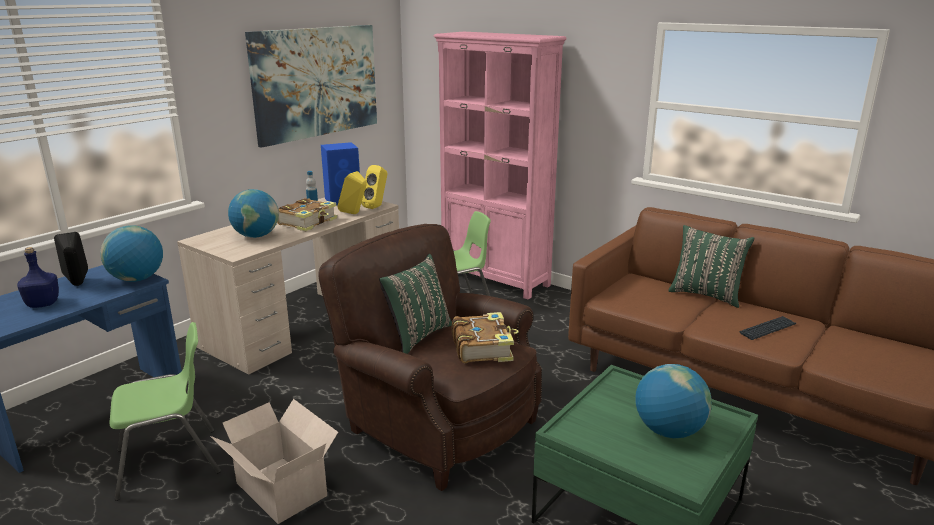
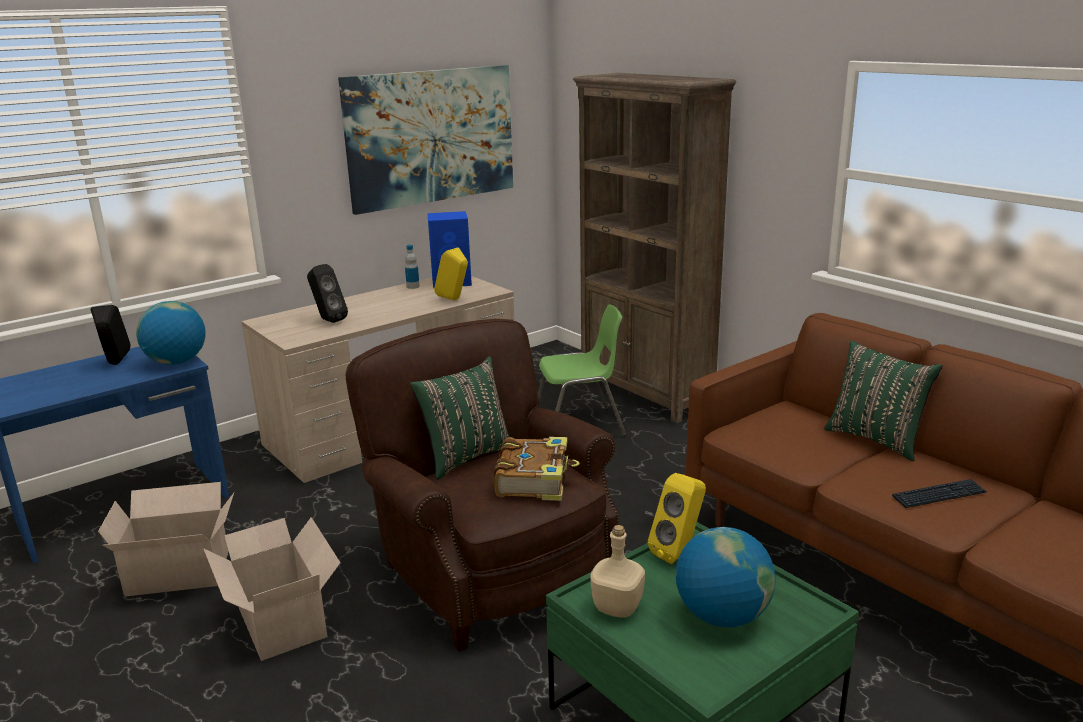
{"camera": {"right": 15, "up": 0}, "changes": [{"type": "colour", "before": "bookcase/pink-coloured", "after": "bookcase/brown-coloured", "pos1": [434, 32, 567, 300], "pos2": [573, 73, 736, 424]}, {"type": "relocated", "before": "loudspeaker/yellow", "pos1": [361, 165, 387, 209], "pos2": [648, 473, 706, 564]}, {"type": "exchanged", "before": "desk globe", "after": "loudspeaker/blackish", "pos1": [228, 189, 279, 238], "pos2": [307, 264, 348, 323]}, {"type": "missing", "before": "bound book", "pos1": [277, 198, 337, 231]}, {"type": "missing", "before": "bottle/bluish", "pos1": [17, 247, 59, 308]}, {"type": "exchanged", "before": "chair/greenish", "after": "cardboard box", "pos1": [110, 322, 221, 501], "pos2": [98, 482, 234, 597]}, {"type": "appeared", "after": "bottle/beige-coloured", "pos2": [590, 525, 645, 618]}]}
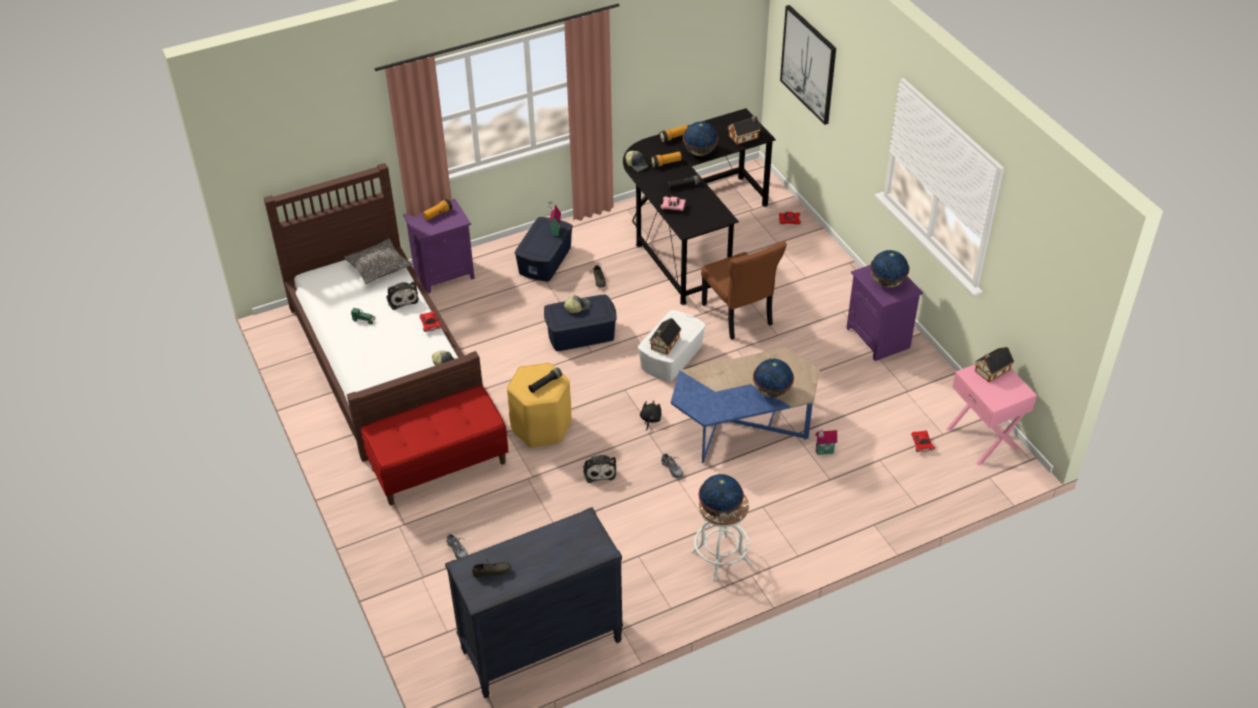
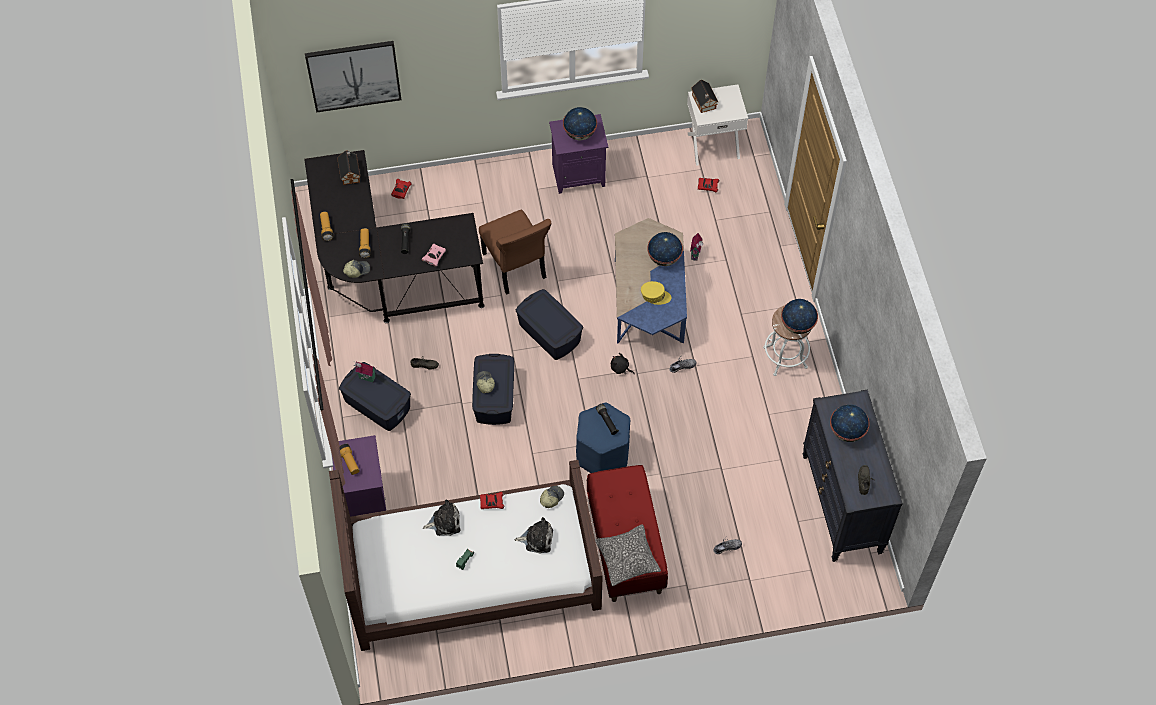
{"camera": {"right": -75, "up": 15}, "changes": [{"type": "relocated", "before": "desk globe", "pos1": [683, 122, 718, 156], "pos2": [830, 405, 869, 442]}, {"type": "relocated", "before": "cushion", "pos1": [344, 239, 412, 284], "pos2": [595, 525, 661, 586]}, {"type": "spun", "before": "chair/brown-coloured", "pos1": [701, 241, 787, 340], "pos2": [479, 209, 551, 295], "turn": 75}, {"type": "colour", "before": "storage box/white", "after": "storage box/bluish", "pos1": [638, 310, 706, 382], "pos2": [516, 289, 583, 360]}, {"type": "missing", "before": "model house", "pos1": [649, 318, 681, 355]}, {"type": "colour", "before": "stool/yellow", "after": "stool/bluish", "pos1": [507, 363, 571, 447], "pos2": [576, 403, 630, 473]}, {"type": "colour", "before": "nightstand/pink-coloured", "after": "nightstand/white", "pos1": [946, 364, 1037, 465], "pos2": [687, 84, 748, 166]}, {"type": "relocated", "before": "soft toy", "pos1": [583, 454, 616, 483], "pos2": [515, 517, 553, 554]}, {"type": "appeared", "after": "cap/yellow", "pos2": [641, 281, 672, 305]}]}
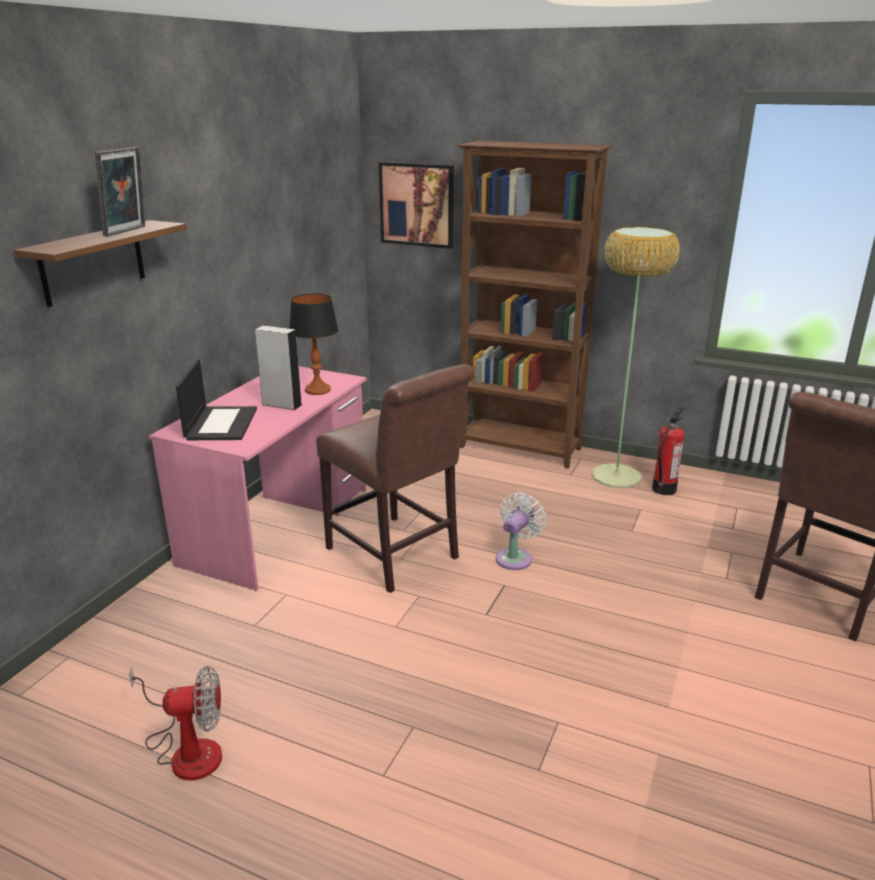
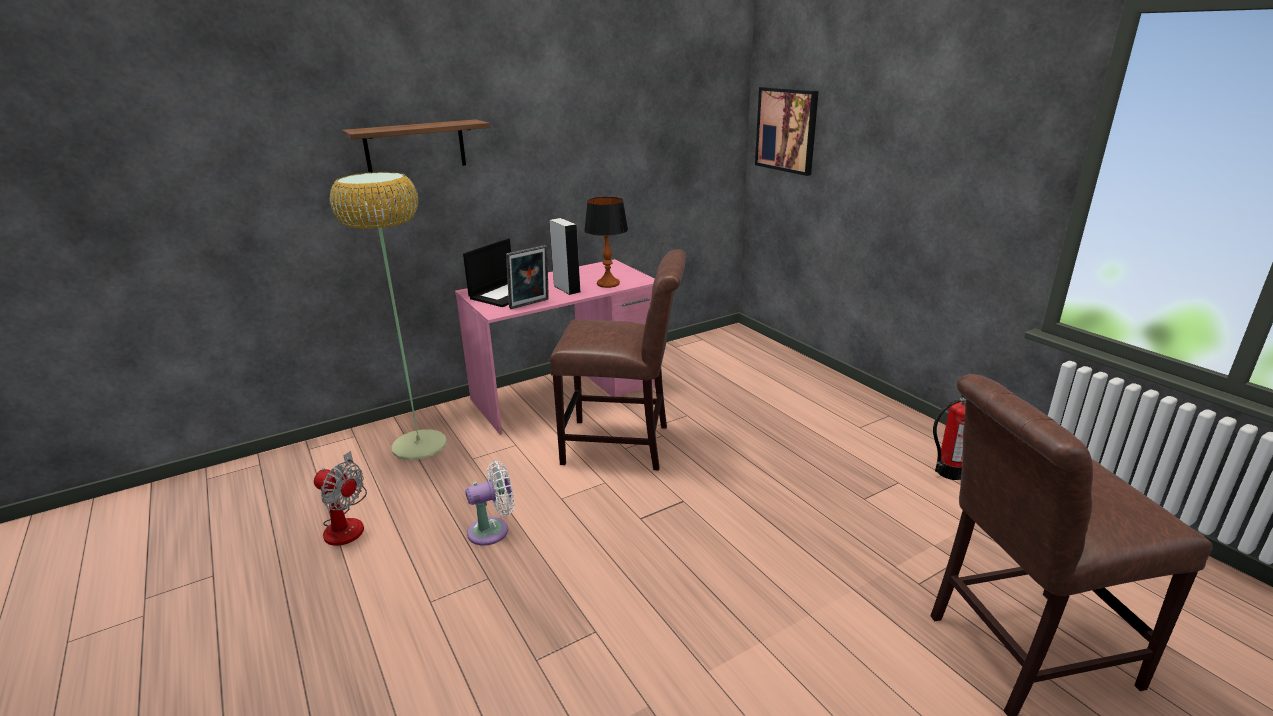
{"camera": {"right": 35, "up": 0}, "changes": [{"type": "missing", "before": "bookcase/brown-coloured", "pos1": [457, 141, 612, 469]}, {"type": "relocated", "before": "picture frame", "pos1": [95, 147, 145, 237], "pos2": [506, 245, 549, 309]}, {"type": "relocated", "before": "standard lamp", "pos1": [592, 226, 680, 488], "pos2": [330, 171, 447, 460]}, {"type": "spun", "before": "chair/brown-coloured", "pos1": [316, 364, 475, 593], "pos2": [550, 249, 686, 470], "turn": -75}, {"type": "relocated", "before": "electric fan/white", "pos1": [496, 492, 546, 570], "pos2": [465, 461, 514, 546]}]}
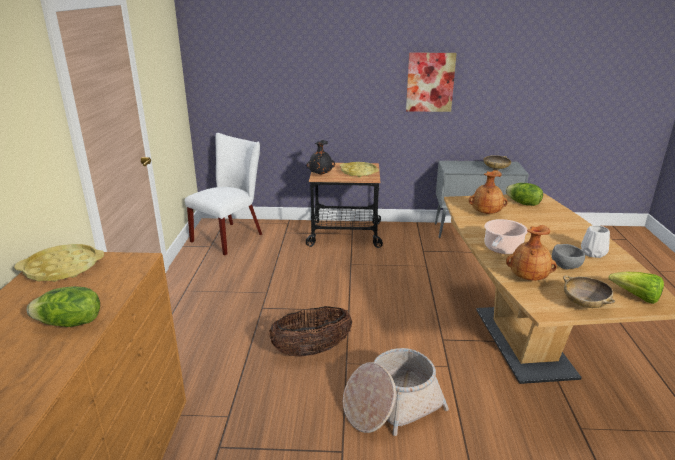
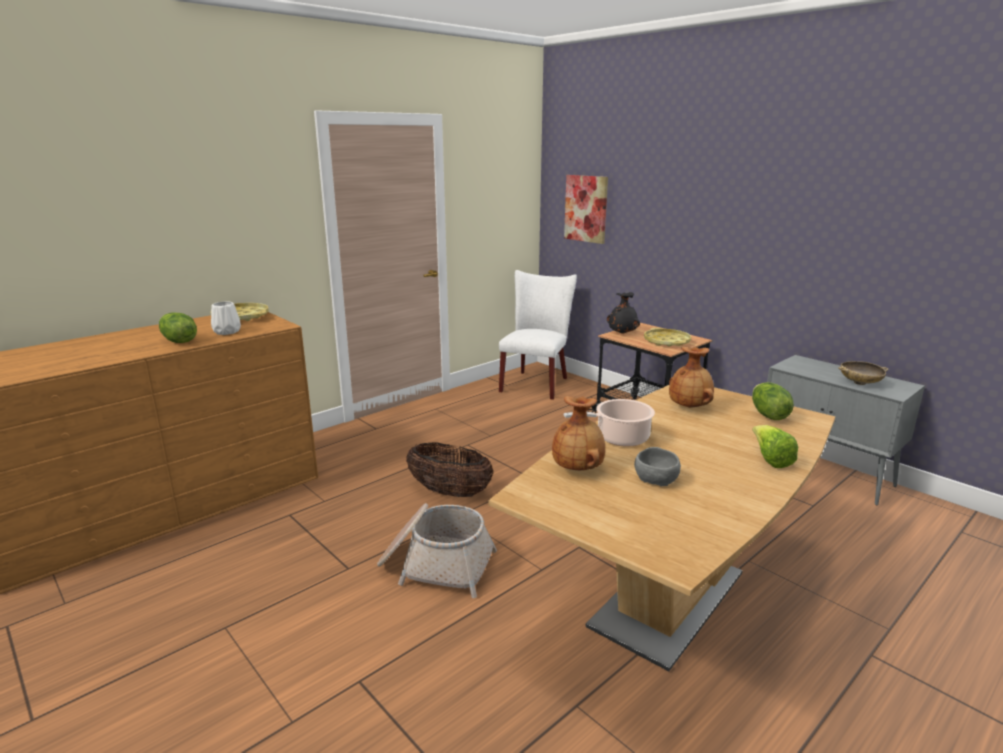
{"camera": {"right": 45, "up": -5}, "changes": [{"type": "relocated", "before": "wall art", "pos1": [406, 53, 457, 112], "pos2": [564, 175, 608, 244]}, {"type": "spun", "before": "chair/white", "pos1": [185, 133, 262, 255], "pos2": [499, 270, 577, 400], "turn": -60}, {"type": "relocated", "before": "flower vase/white", "pos1": [581, 225, 610, 258], "pos2": [211, 301, 241, 335]}, {"type": "relocated", "before": "lettuce head", "pos1": [608, 272, 664, 304], "pos2": [752, 425, 798, 468]}, {"type": "missing", "before": "serving bowl/beige-coloured", "pos1": [563, 275, 615, 308]}]}
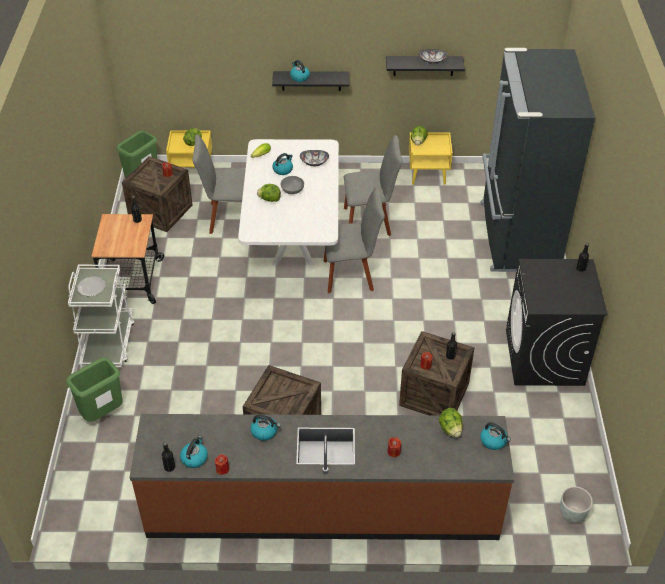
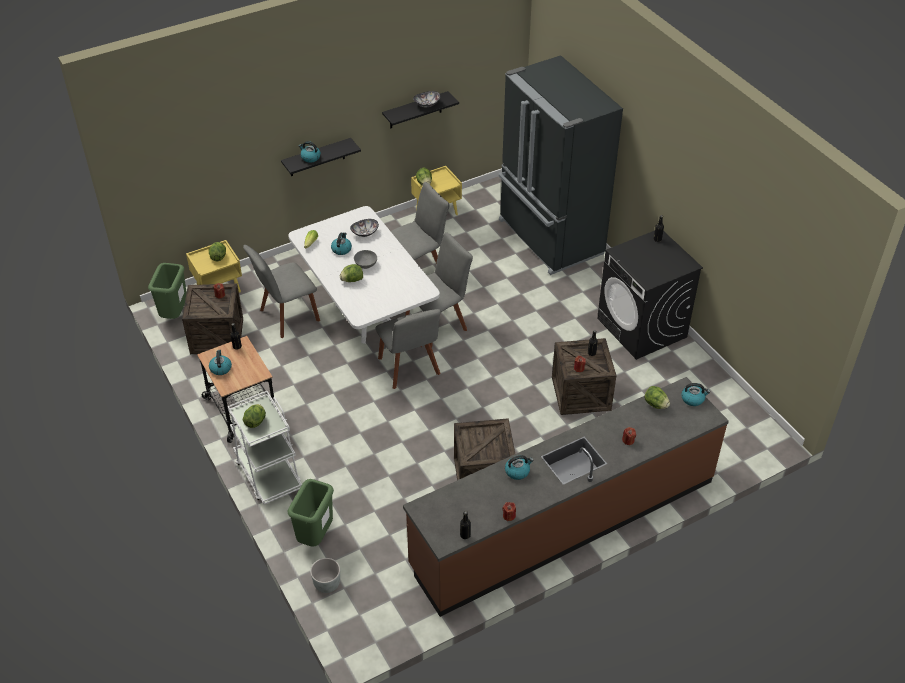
{"camera": {"right": -30, "up": 0}, "changes": [{"type": "exchanged", "before": "flat dish", "after": "lettuce head", "pos1": [77, 276, 106, 296], "pos2": [243, 404, 266, 428]}, {"type": "relocated", "before": "kettle", "pos1": [180, 436, 208, 468], "pos2": [209, 350, 232, 375]}, {"type": "relocated", "before": "plant pot/gray", "pos1": [560, 486, 593, 523], "pos2": [310, 558, 340, 593]}, {"type": "appeared", "after": "chair/gray", "pos2": [375, 309, 441, 389]}]}
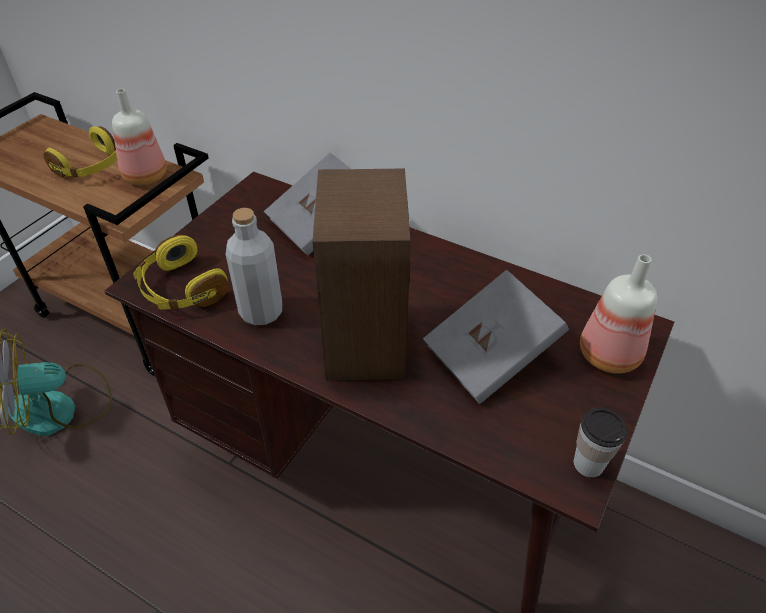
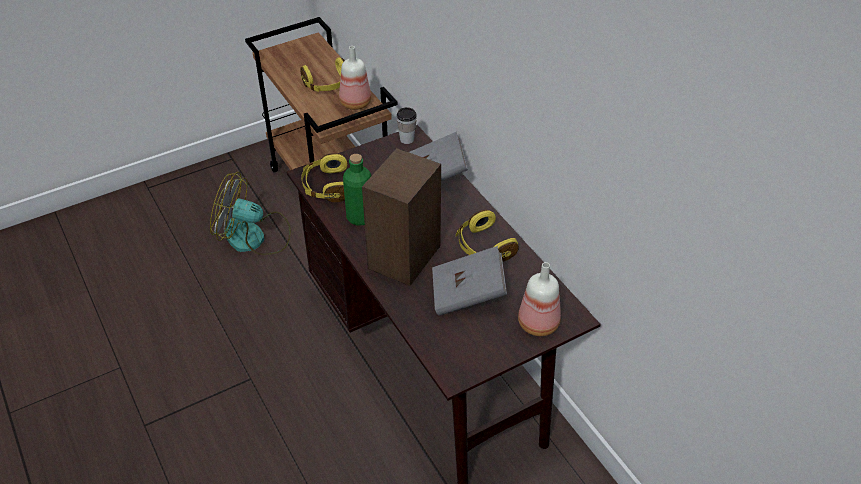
{"camera": {"right": 30, "up": 0}, "changes": [{"type": "colour", "before": "bottle/gray", "after": "bottle/greenish", "pos1": [226, 208, 282, 325], "pos2": [343, 154, 371, 226]}, {"type": "relocated", "before": "small cup", "pos1": [574, 408, 627, 478], "pos2": [397, 107, 417, 144]}, {"type": "appeared", "after": "pair of headphones/yellow", "pos2": [456, 210, 519, 262]}]}
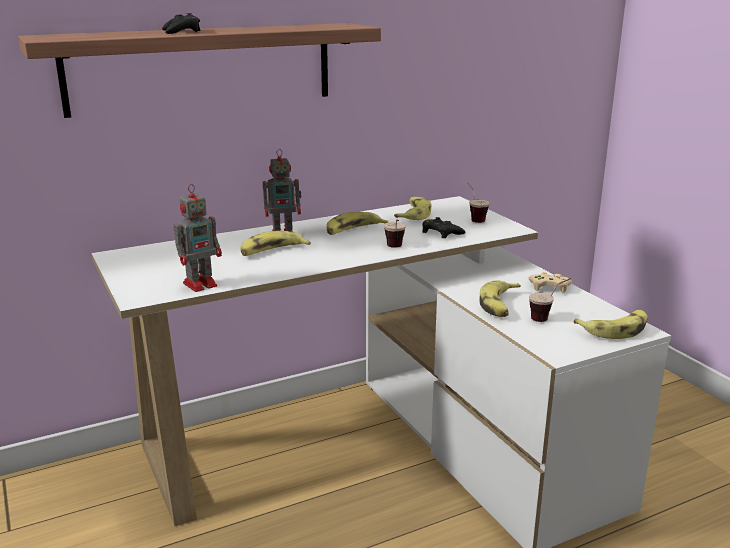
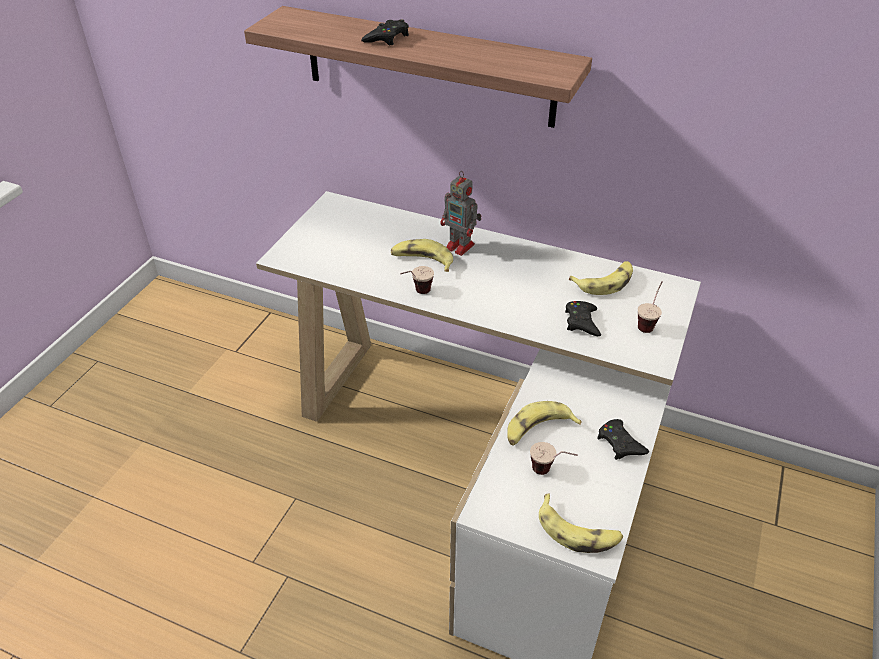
{"camera": {"right": 50, "up": 20}, "changes": [{"type": "missing", "before": "model robot", "pos1": [174, 184, 222, 292]}, {"type": "missing", "before": "banana fruit", "pos1": [327, 212, 388, 235]}, {"type": "relocated", "before": "small cup", "pos1": [384, 220, 406, 248], "pos2": [400, 266, 434, 294]}, {"type": "colour", "before": "gamepad/beige-coloured", "after": "gamepad/blackish", "pos1": [528, 272, 572, 293], "pos2": [597, 419, 649, 460]}]}
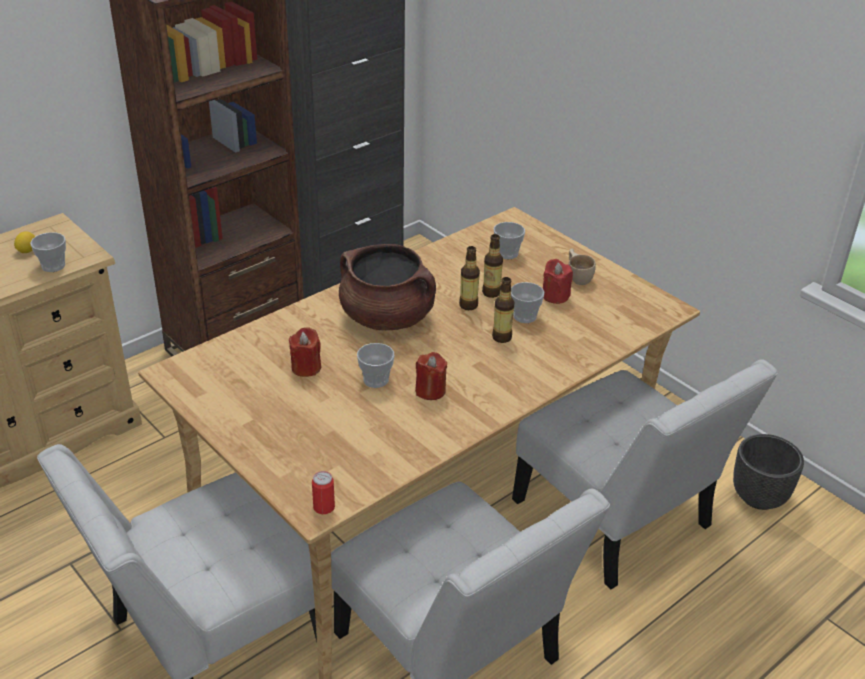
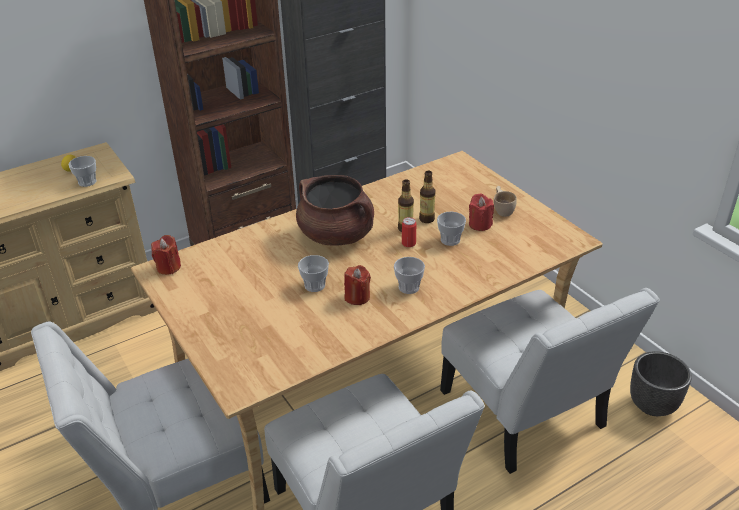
{"camera": {"right": 10, "up": 0}, "changes": [{"type": "relocated", "before": "small cup", "pos1": [494, 222, 525, 259], "pos2": [394, 257, 425, 294]}, {"type": "missing", "before": "bottle", "pos1": [492, 277, 515, 343]}, {"type": "relocated", "before": "candle/red", "pos1": [289, 327, 321, 377], "pos2": [151, 235, 181, 275]}, {"type": "relocated", "before": "can", "pos1": [312, 471, 335, 514], "pos2": [402, 217, 416, 247]}]}
